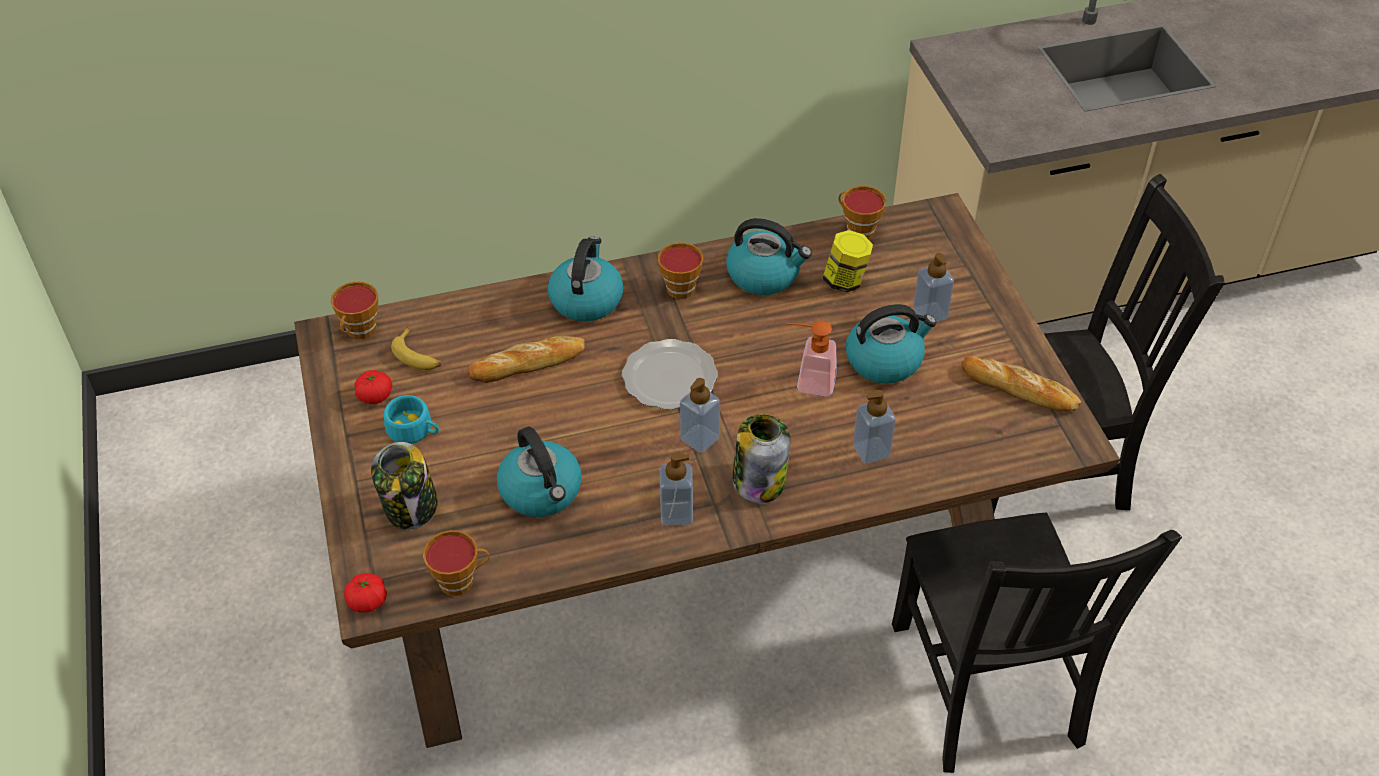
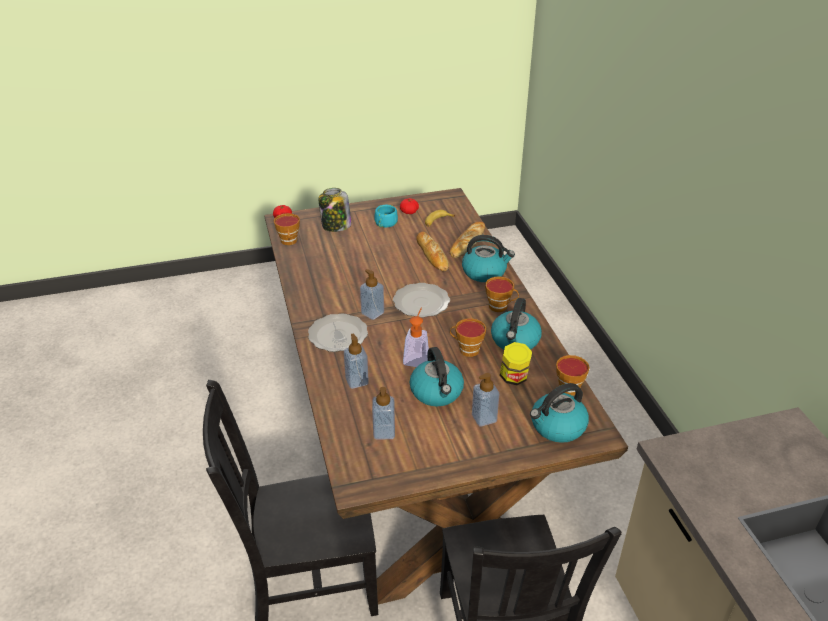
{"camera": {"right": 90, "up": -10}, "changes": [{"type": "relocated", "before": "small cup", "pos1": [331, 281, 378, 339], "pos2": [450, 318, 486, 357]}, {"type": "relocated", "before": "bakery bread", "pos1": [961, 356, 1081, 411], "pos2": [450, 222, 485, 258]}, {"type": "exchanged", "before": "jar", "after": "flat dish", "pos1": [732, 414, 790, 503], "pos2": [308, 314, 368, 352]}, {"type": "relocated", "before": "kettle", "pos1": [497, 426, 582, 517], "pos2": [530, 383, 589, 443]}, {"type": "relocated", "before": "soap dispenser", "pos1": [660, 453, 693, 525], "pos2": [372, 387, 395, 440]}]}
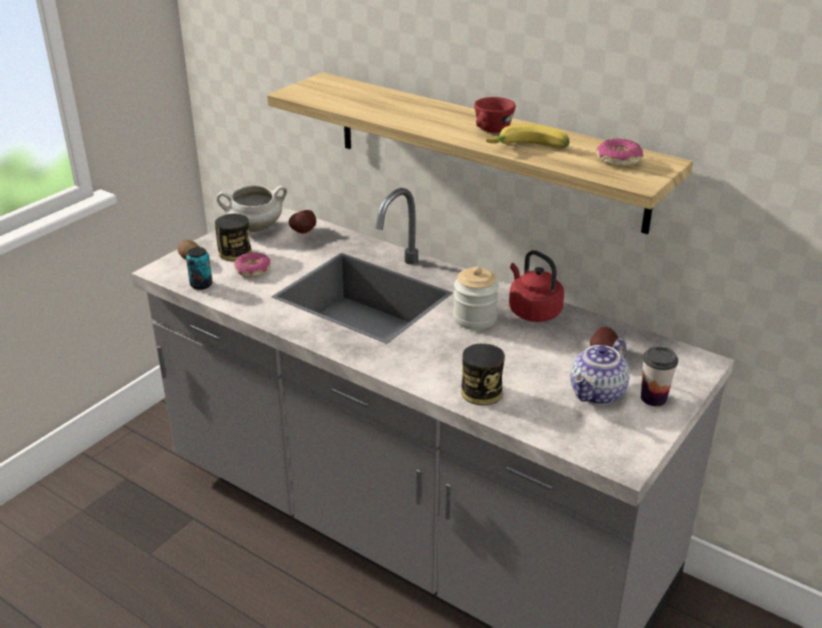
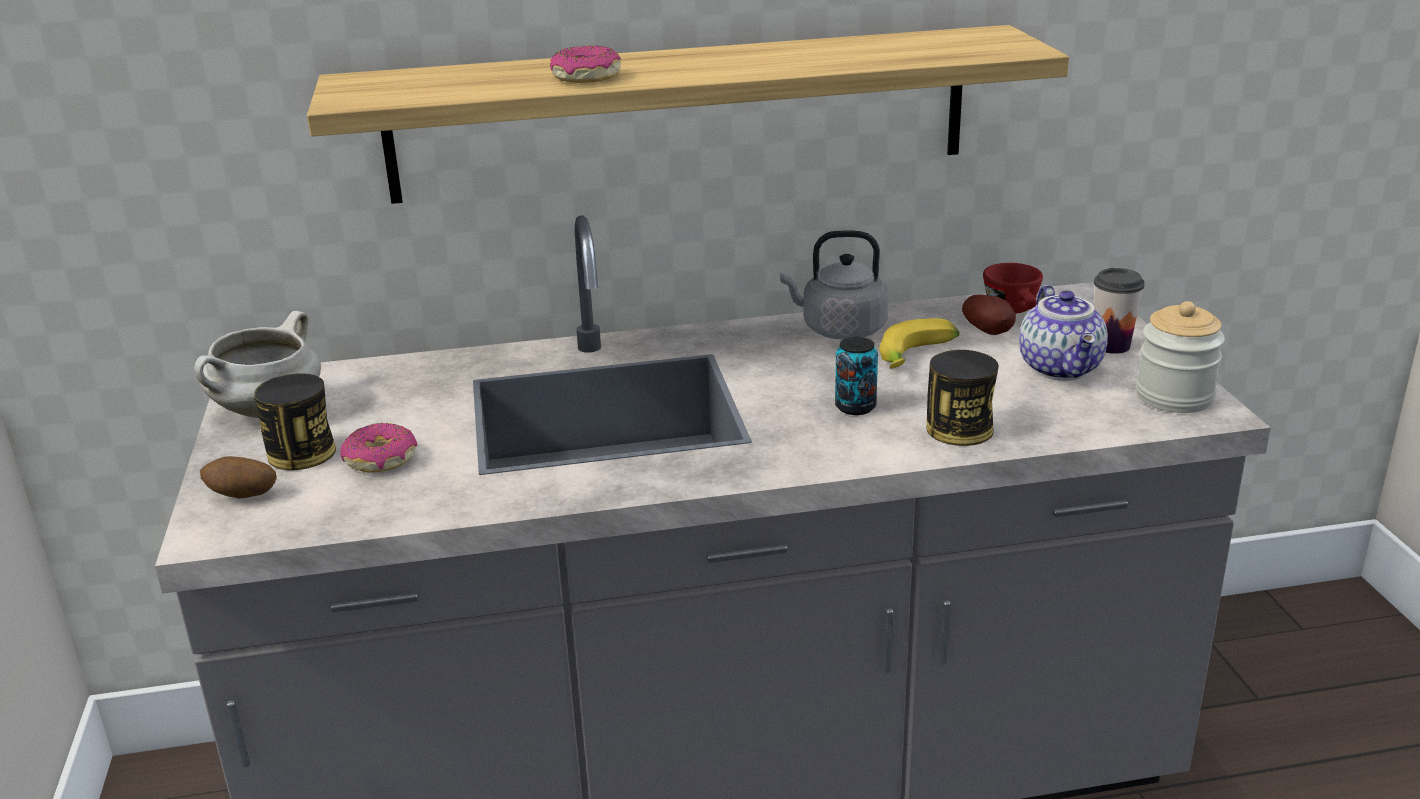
{"camera": {"right": -45, "up": -5}, "changes": [{"type": "relocated", "before": "small cup/red", "pos1": [474, 97, 516, 133], "pos2": [983, 263, 1043, 314]}, {"type": "relocated", "before": "banana fruit", "pos1": [486, 124, 570, 149], "pos2": [879, 318, 960, 369]}, {"type": "relocated", "before": "ring doughnut", "pos1": [596, 138, 643, 167], "pos2": [550, 45, 621, 83]}, {"type": "missing", "before": "potato", "pos1": [289, 210, 316, 233]}, {"type": "relocated", "before": "can", "pos1": [186, 247, 213, 290], "pos2": [835, 337, 878, 415]}, {"type": "colour", "before": "kettle/red", "after": "kettle/gray", "pos1": [509, 250, 564, 322], "pos2": [780, 230, 889, 340]}, {"type": "relocated", "before": "jar", "pos1": [453, 267, 499, 330], "pos2": [1136, 301, 1225, 413]}]}
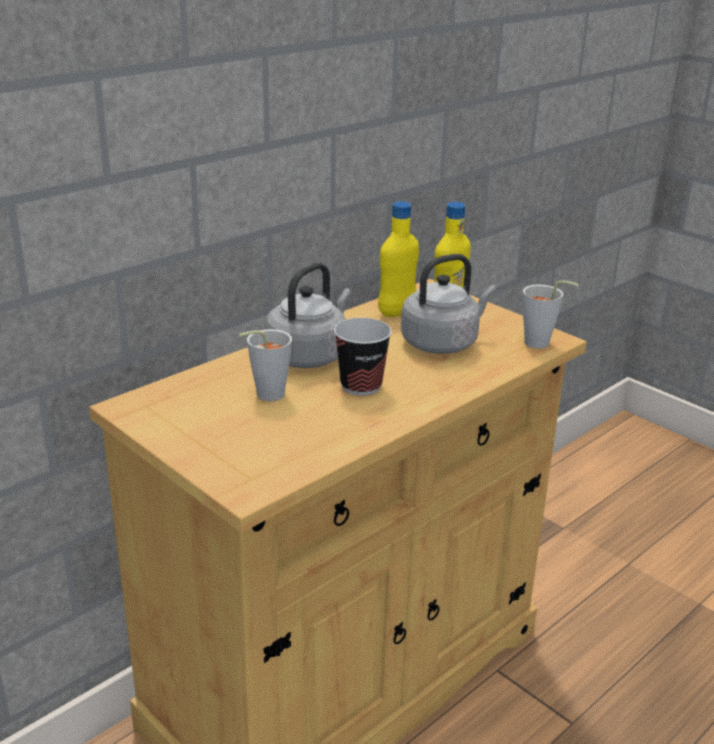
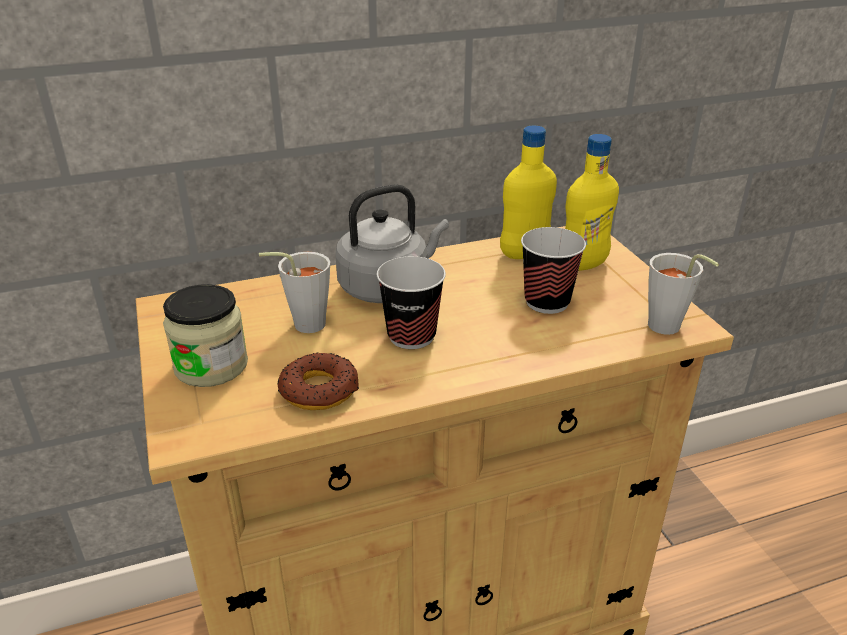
{"camera": {"right": 25, "up": 5}, "changes": [{"type": "exchanged", "before": "kettle/gray", "after": "small cup", "pos1": [401, 254, 496, 354], "pos2": [521, 227, 586, 314]}, {"type": "appeared", "after": "jar", "pos2": [163, 284, 248, 387]}, {"type": "appeared", "after": "ring doughnut", "pos2": [277, 352, 359, 410]}]}
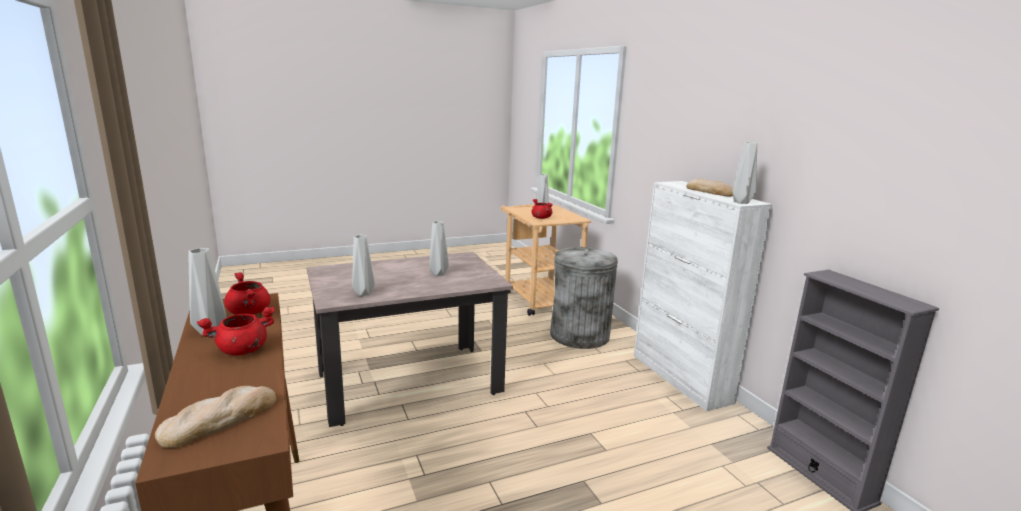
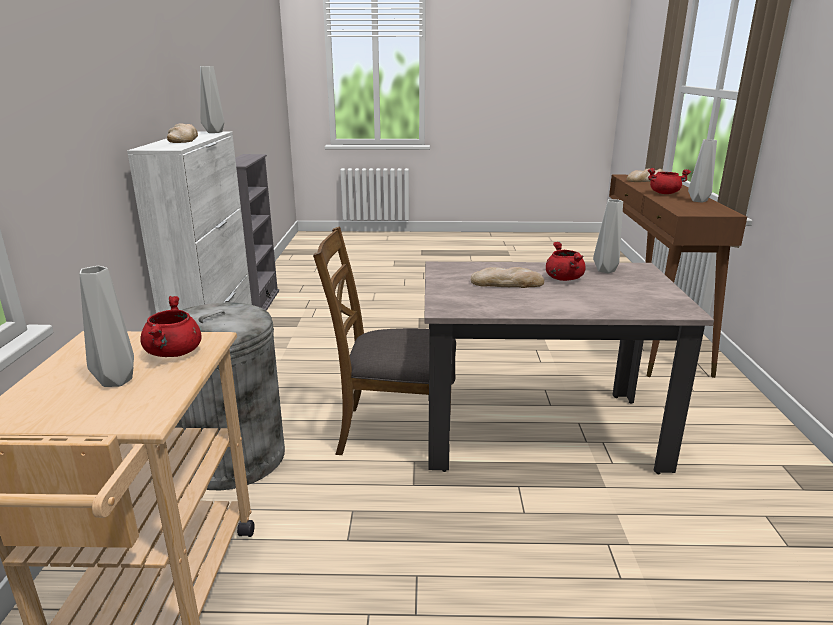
{"camera": {"right": -155, "up": 5}, "changes": [{"type": "exchanged", "before": "flower vase/gray", "after": "bakery bread", "pos1": [429, 221, 449, 276], "pos2": [471, 267, 544, 288]}, {"type": "relocated", "before": "cooking pot/red", "pos1": [224, 272, 271, 315], "pos2": [546, 242, 586, 281]}, {"type": "appeared", "after": "chair/brown-coloured", "pos2": [313, 227, 456, 455]}]}
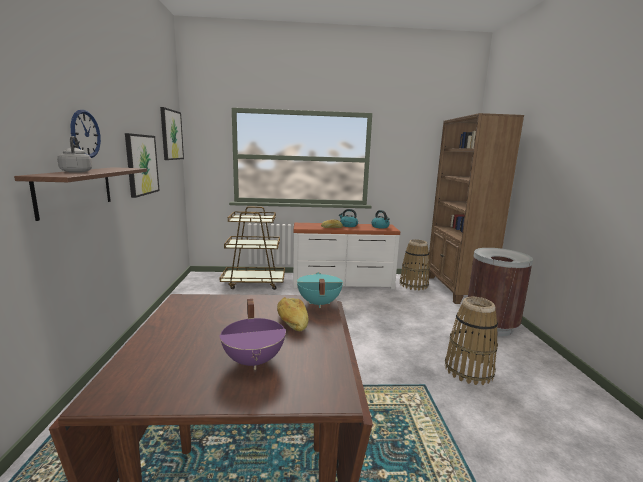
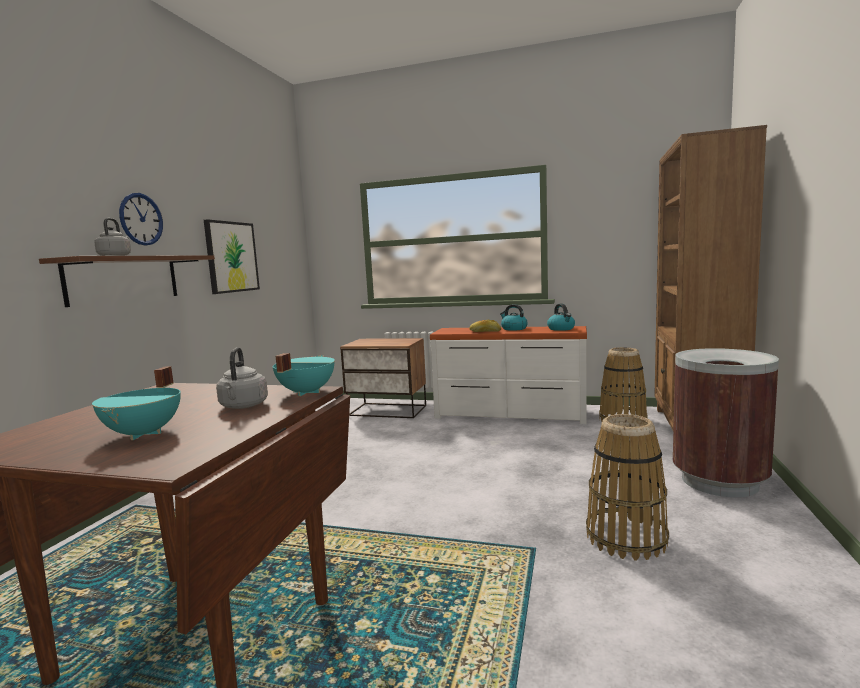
{"camera": {"right": 20, "up": -5}, "changes": [{"type": "missing", "before": "wall art", "pos1": [160, 107, 184, 160]}, {"type": "exchanged", "before": "trolley/brown-coloured", "after": "nightstand", "pos1": [220, 207, 285, 290], "pos2": [340, 338, 426, 418]}, {"type": "exchanged", "before": "bakery bread", "after": "kettle/gray", "pos1": [277, 297, 308, 331], "pos2": [216, 347, 268, 409]}, {"type": "colour", "before": "cooking pot/purple-coloured", "after": "cooking pot/turquoise-coloured", "pos1": [220, 299, 286, 370], "pos2": [92, 366, 181, 440]}]}
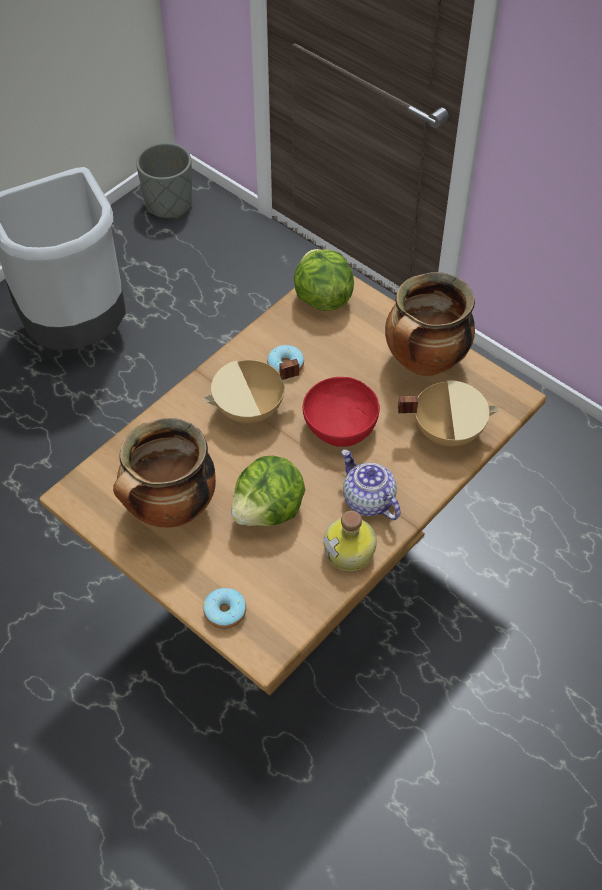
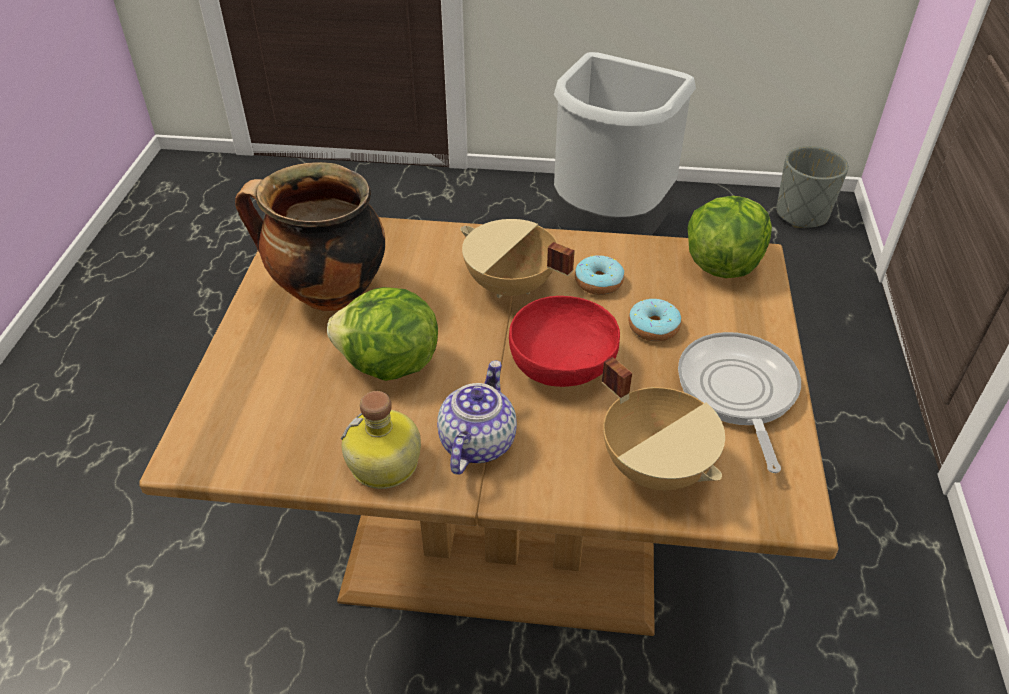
{"camera": {"right": 55, "up": -10}, "changes": [{"type": "exchanged", "before": "cooking pot", "after": "skillet", "pos1": [385, 272, 475, 376], "pos2": [678, 332, 801, 473]}, {"type": "relocated", "before": "ring doughnut", "pos1": [203, 588, 246, 629], "pos2": [628, 299, 681, 342]}]}
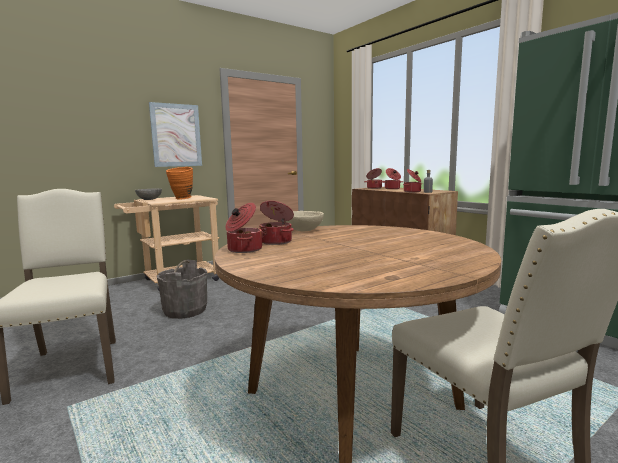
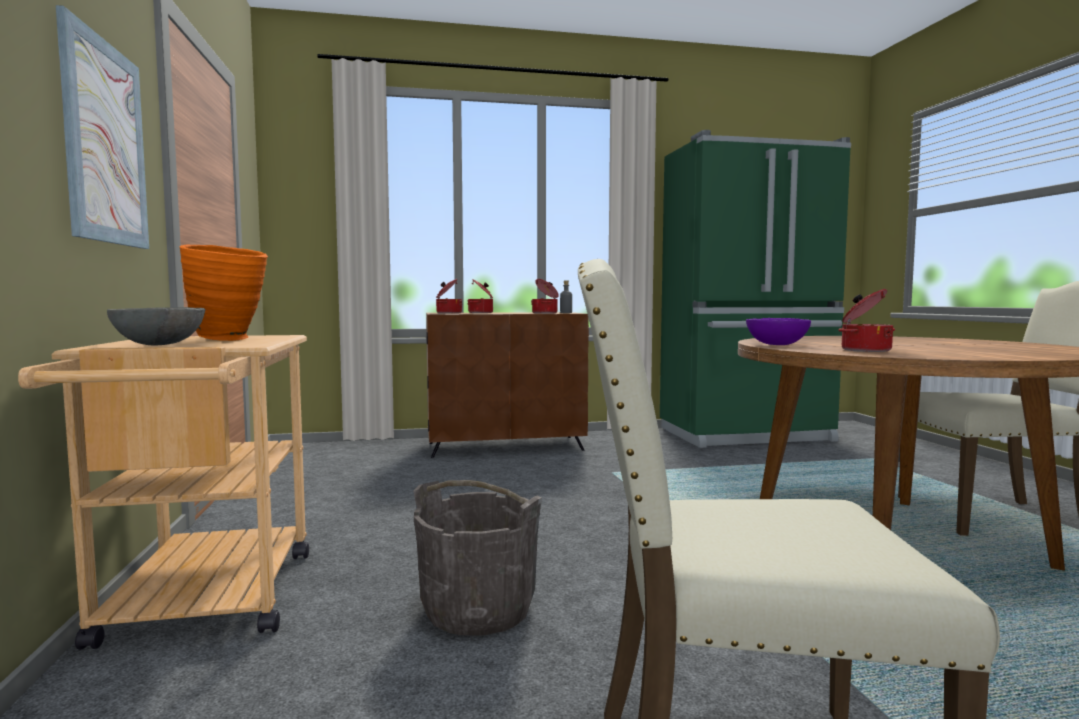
{"camera": {"right": -65, "up": -5}, "changes": [{"type": "missing", "before": "cooking pot", "pos1": [225, 203, 263, 253]}, {"type": "colour", "before": "serving bowl/beige-coloured", "after": "serving bowl/purple-coloured", "pos1": [285, 211, 324, 231], "pos2": [746, 318, 811, 345]}]}
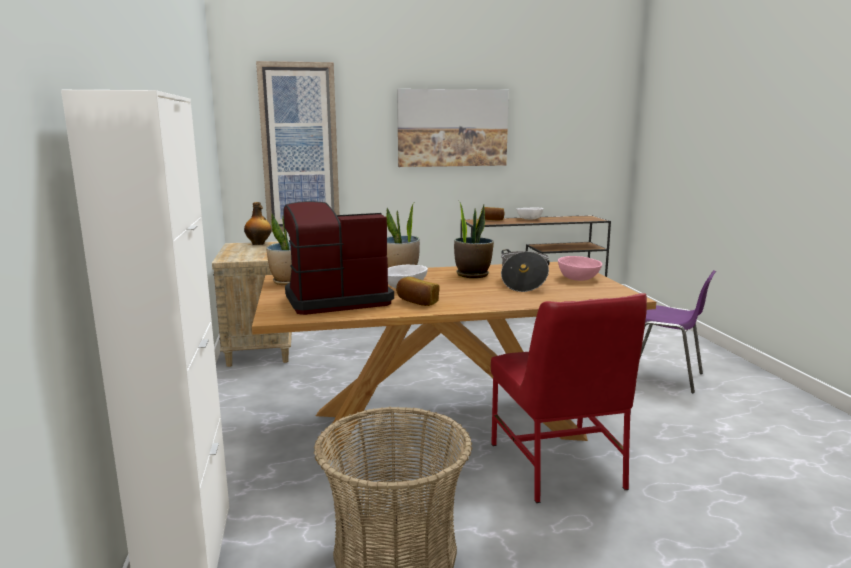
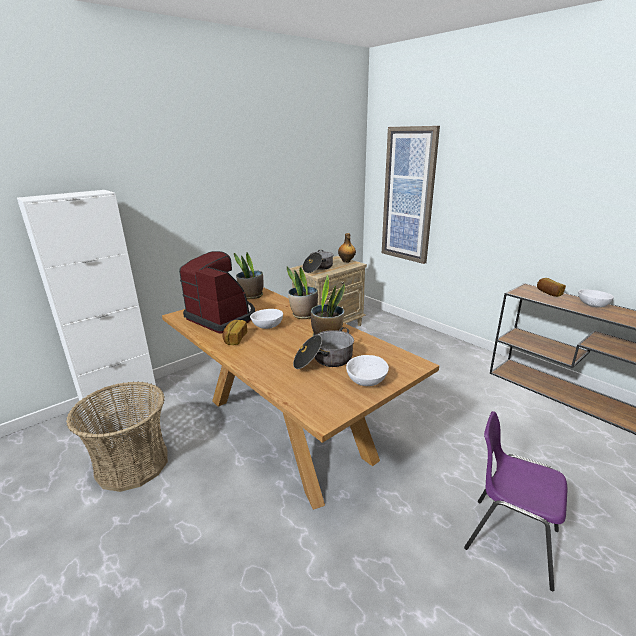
{"camera": {"right": 60, "up": 10}, "changes": [{"type": "missing", "before": "wall art", "pos1": [397, 89, 509, 167]}, {"type": "colour", "before": "serving bowl/pink-coloured", "after": "serving bowl/white", "pos1": [558, 256, 602, 281], "pos2": [346, 355, 389, 386]}, {"type": "spun", "before": "chair/purple-coloured", "pos1": [640, 270, 716, 393], "pos2": [464, 411, 568, 591], "turn": 120}, {"type": "missing", "before": "chair/red", "pos1": [491, 293, 647, 503]}, {"type": "appeared", "after": "cooking pot", "pos2": [303, 250, 334, 273]}]}
